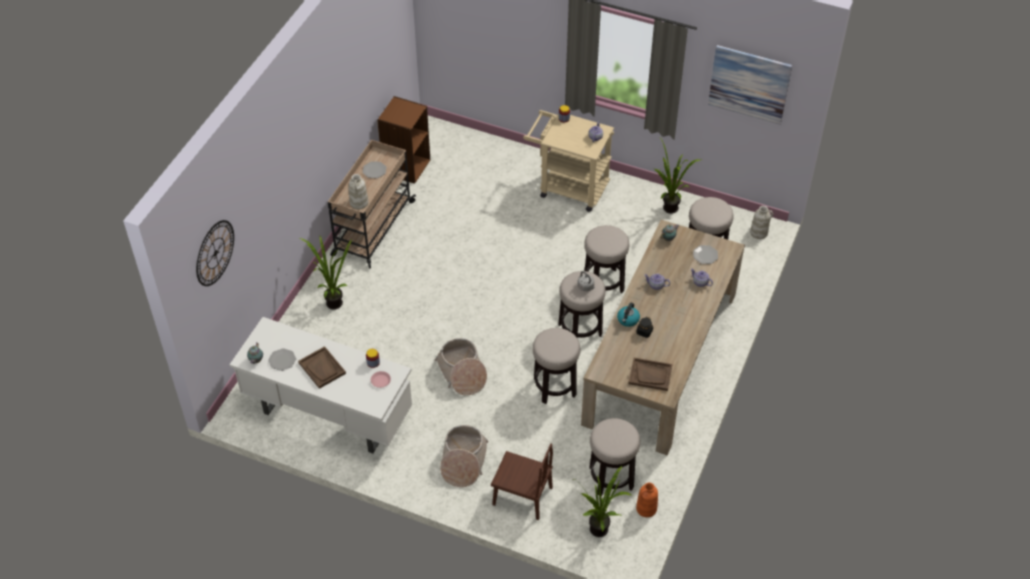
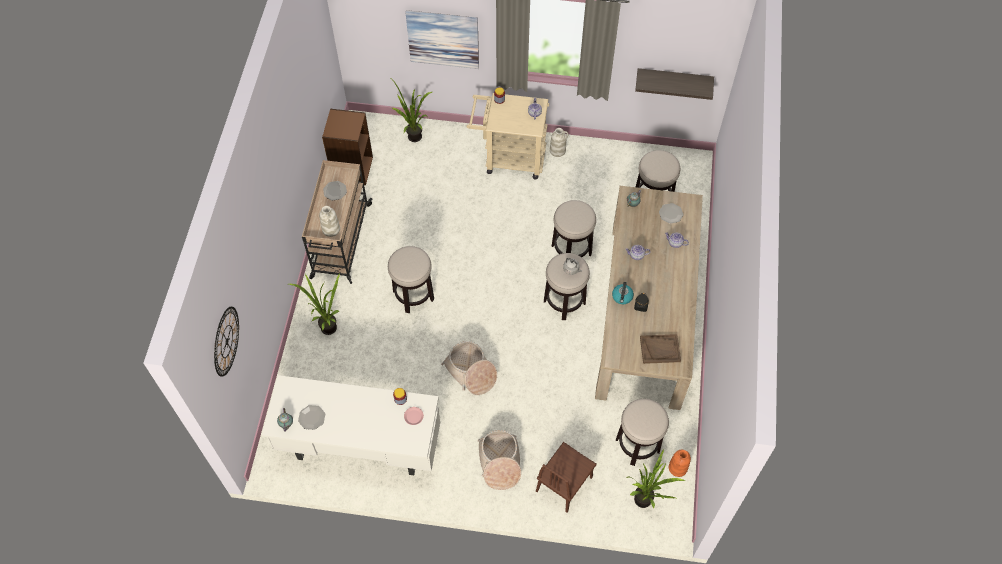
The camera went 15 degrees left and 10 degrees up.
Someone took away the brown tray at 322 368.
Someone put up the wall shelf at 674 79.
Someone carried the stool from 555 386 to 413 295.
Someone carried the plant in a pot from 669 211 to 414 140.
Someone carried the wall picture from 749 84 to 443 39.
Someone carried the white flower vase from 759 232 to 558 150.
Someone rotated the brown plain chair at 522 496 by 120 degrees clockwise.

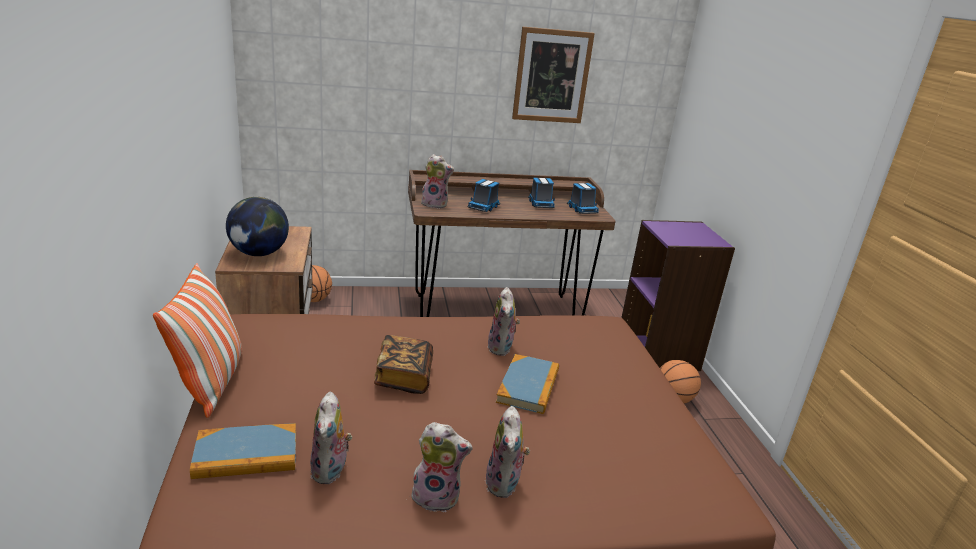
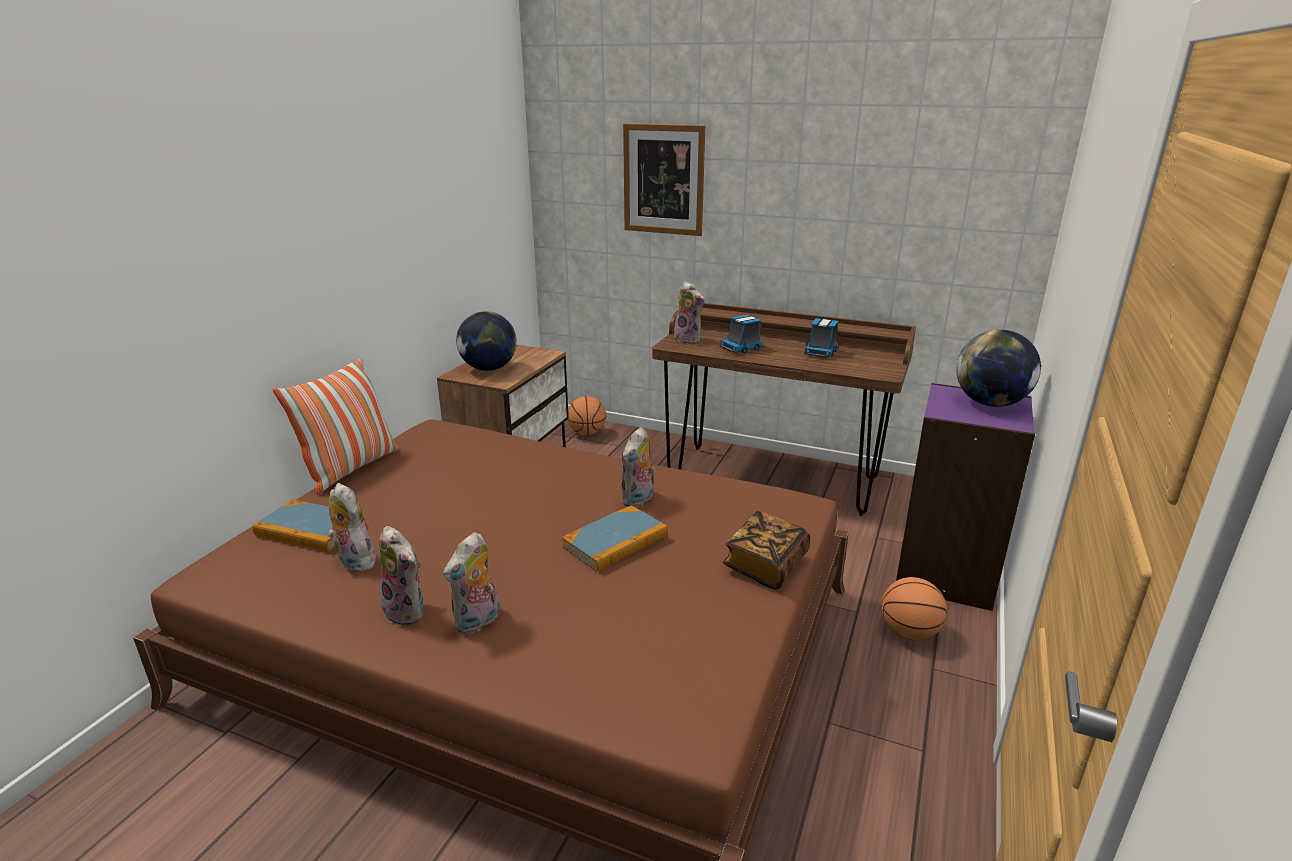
The camera went 35 degrees right and 0 degrees up.
Someone took away the toy truck at 581 209.
Someone put down the desk globe at 990 403.
Someone carried the book from 404 377 to 765 565.
Someone carried the wall picture from 552 76 to 663 180.
Someone rotated the cuddly toy at 331 471 by 105 degrees clockwise.

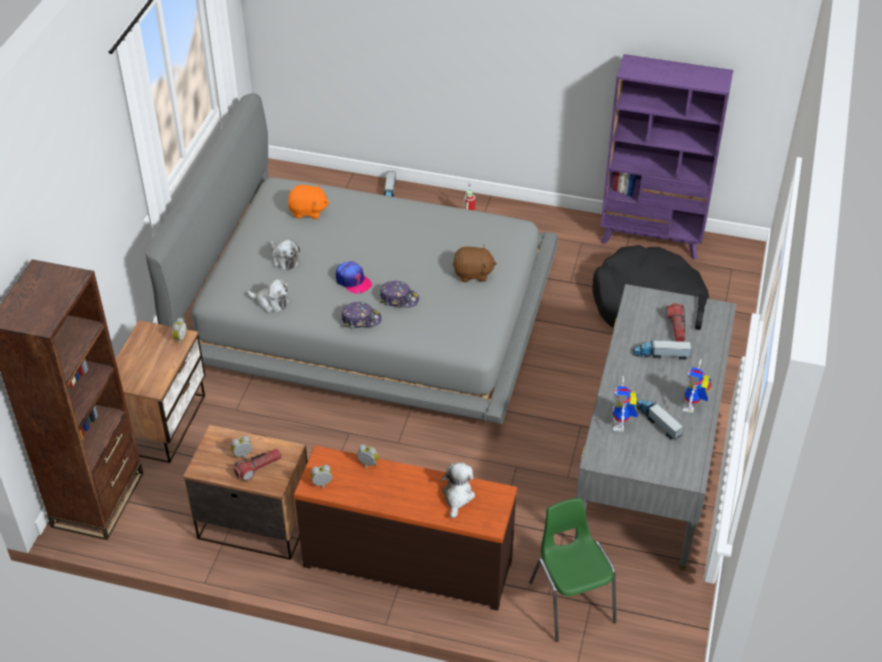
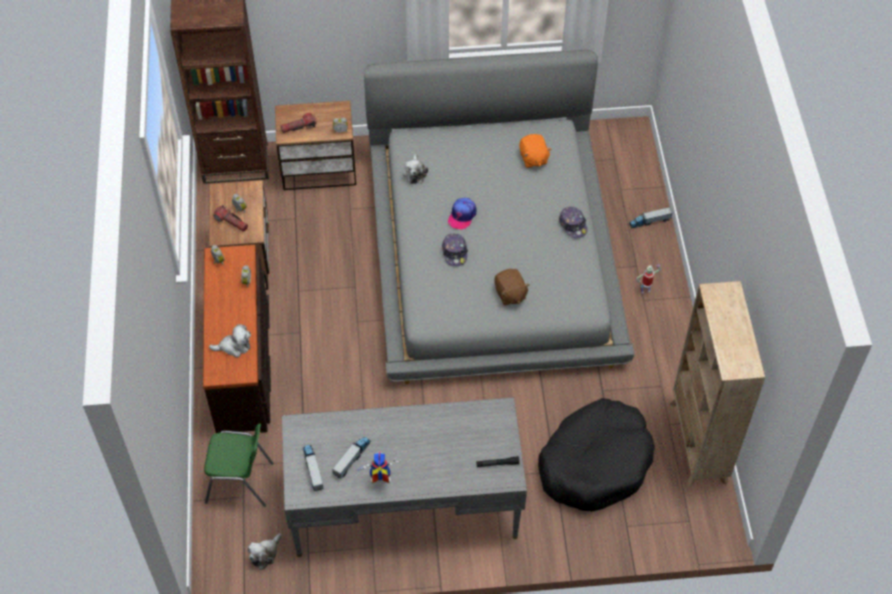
The camera went 70 degrees right and 10 degrees up.
Someone took away the model robot at 622 425.
Someone carried the cuddly toy from 284 259 to 265 554.
Someone carried the peaked cap from 361 319 to 573 225.
Someone carried the toy truck from 661 354 to 313 469.
Someone carried the hand torch from 676 327 to 299 127.
Someone repainted the purple bookcase at 652 239, which became the beige-coloured bookcase at 697 442.
Someone rotated the green plain chair at 571 601 by 45 degrees clockwise.

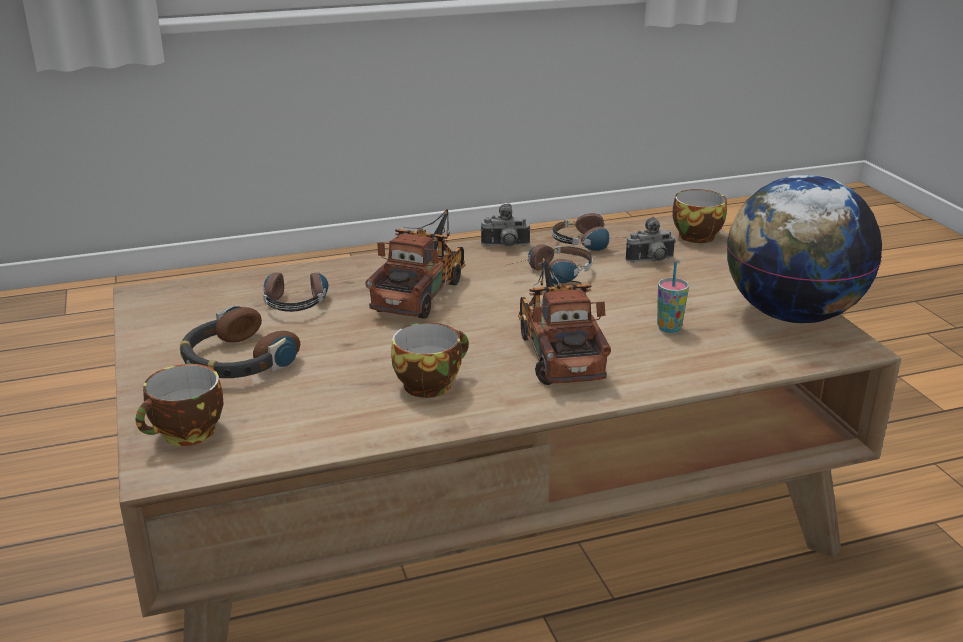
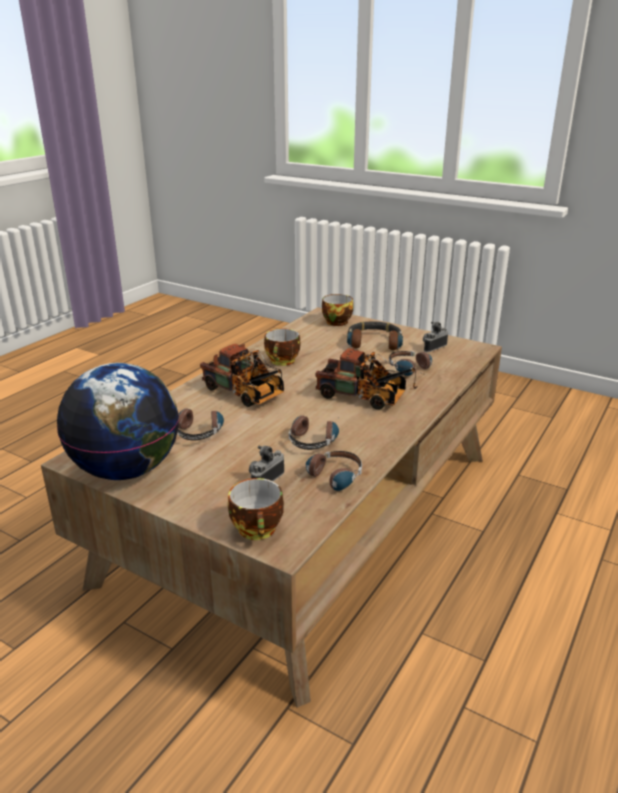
The camera went 140 degrees right and 0 degrees up.
Someone carried the photo camera from 505 246 to 432 347.
Someone swapped the cup at 669 328 for the headset at 200 429.
Someone rotated the toy truck at 422 291 by 45 degrees counterclockwise.

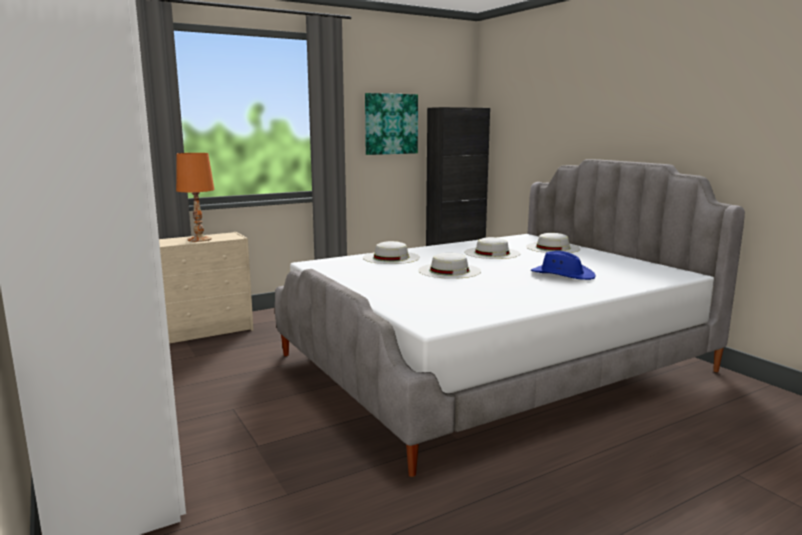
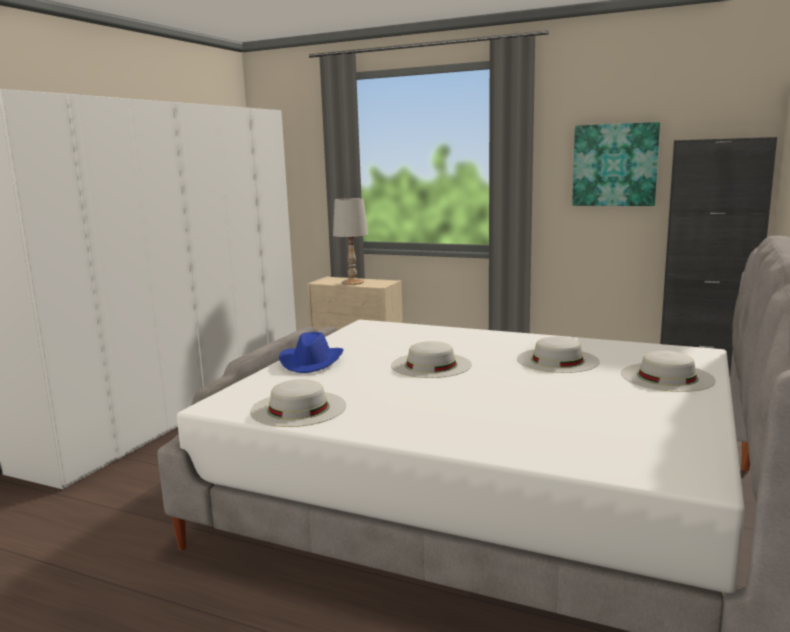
The camera went 55 degrees right and 0 degrees up.
Someone carried the white hat from 391 257 to 298 408.
Someone carried the bluish hat from 562 275 to 312 362.
Someone repainted the orange lamp for a table at 199 239, which became the white lamp for a table at 352 282.

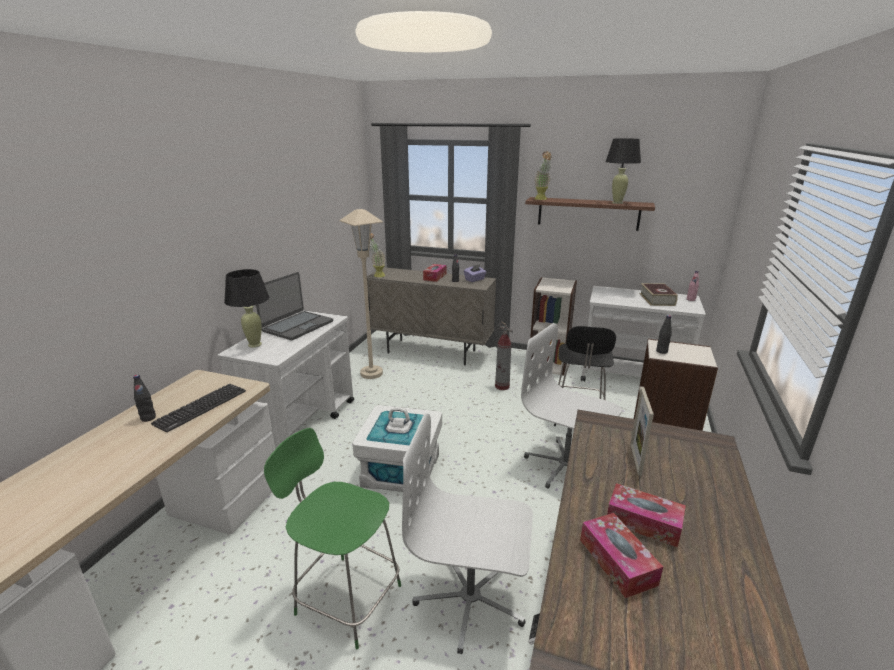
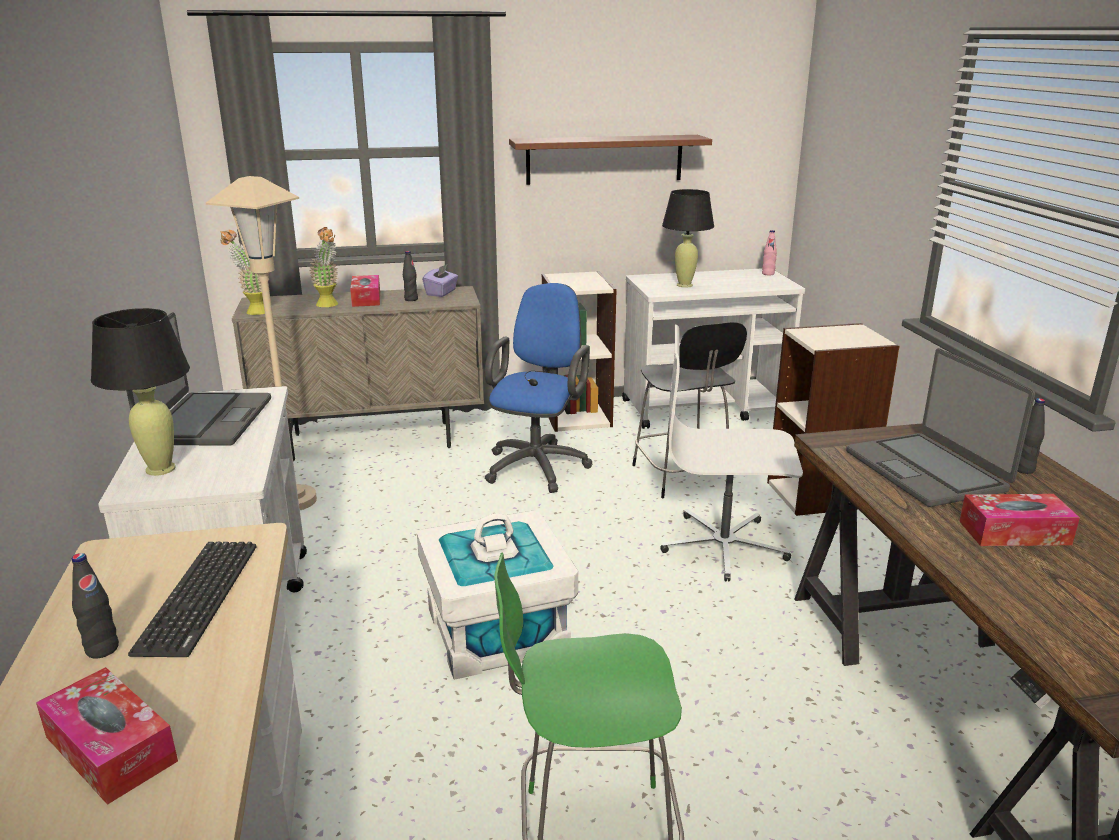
The camera went 30 degrees left and 0 degrees up.
Someone took away the white computer chair at 470 600.
Someone took away the book at 657 299.
Someone carried the plant in a pot from 541 199 to 329 305.
Someone carried the tissue holder from 617 561 to 111 749.
Someone carried the black-coloured lamp for a table from 617 203 to 684 285.
Someone carried the black-coloured beverage bottle from 661 351 to 1023 469.
Someone swapped the fire-fighting cylinder at 502 386 for the bluish computer chair at 539 464.
Someone swapped the picture frame at 635 459 for the portable computer at 926 471.

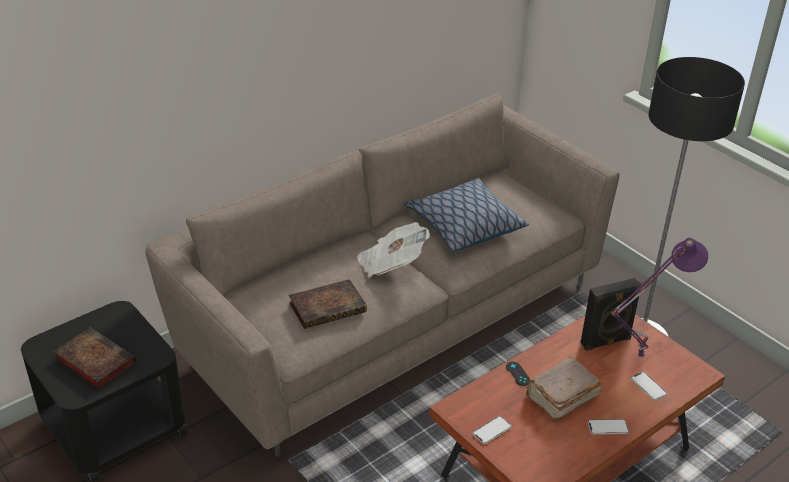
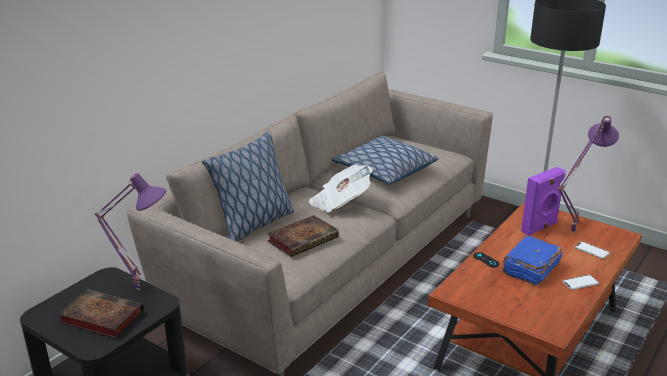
The camera went 15 degrees left and 10 degrees down.
Someone took away the handset at 492 430.
Someone put down the purple lamp for a table at 140 288.
Someone put down the throw pillow at 253 225.
Someone repainted the brown book at 560 397, which became the bluish book at 530 269.
Someone repainted the black-coloured speaker at 606 342, which became the purple speaker at 540 228.

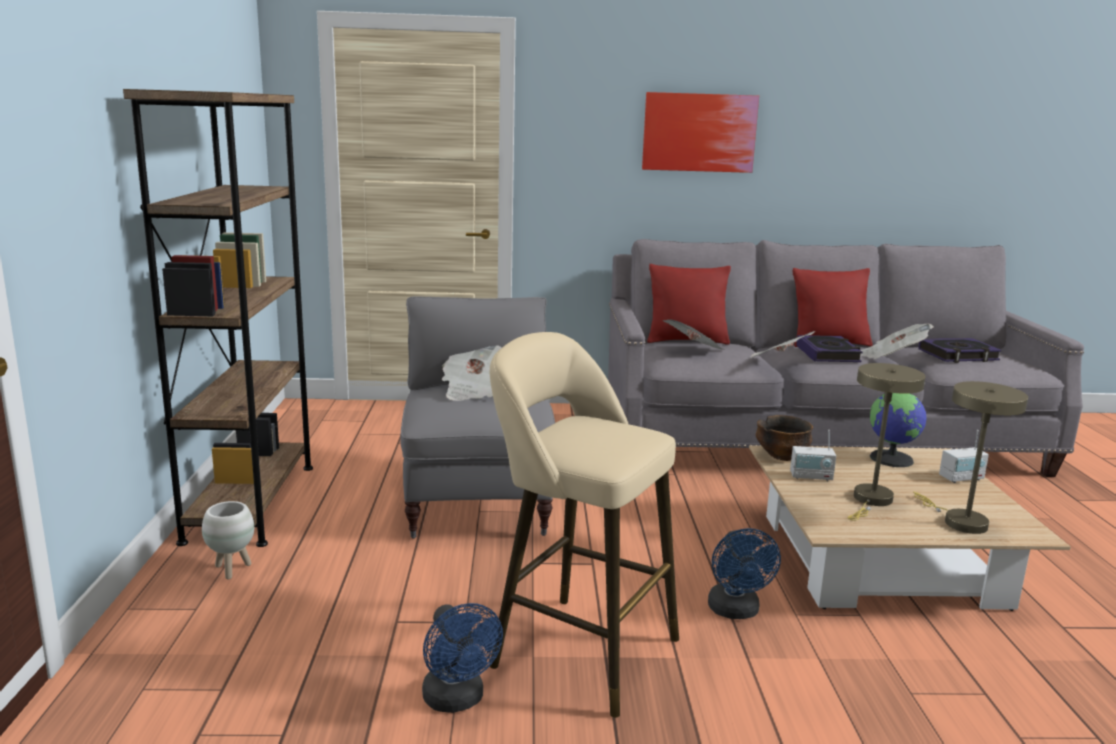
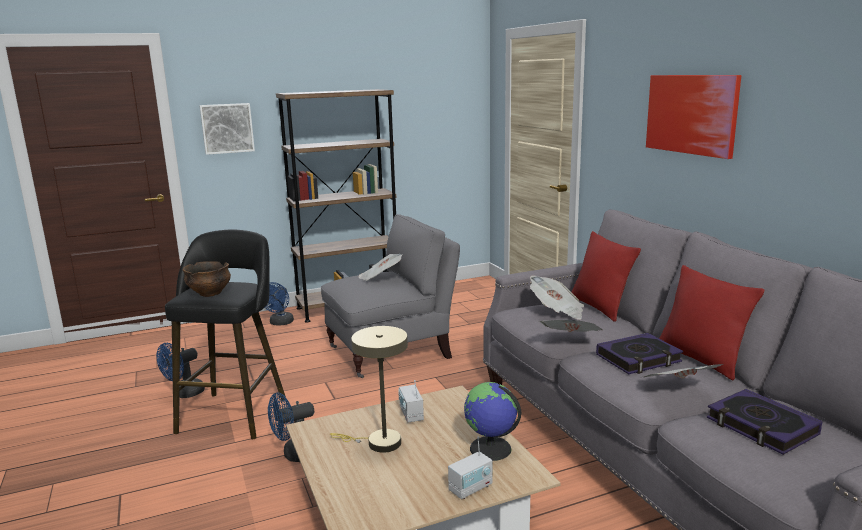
The camera went 70 degrees right and 0 degrees up.
Someone took away the beige-coloured lamp for a table at 959 521.
Someone put up the wall picture at 227 128.
Someone carried the serving bowl from 782 456 to 210 293.
Someone swapped the white planter at 232 570 for the bluish fan at 280 323.
Someone repainted the beige-coloured stool at 576 649, which became the black-coloured stool at 235 412.
Someone rotated the radio at 961 478 by 90 degrees counterclockwise.

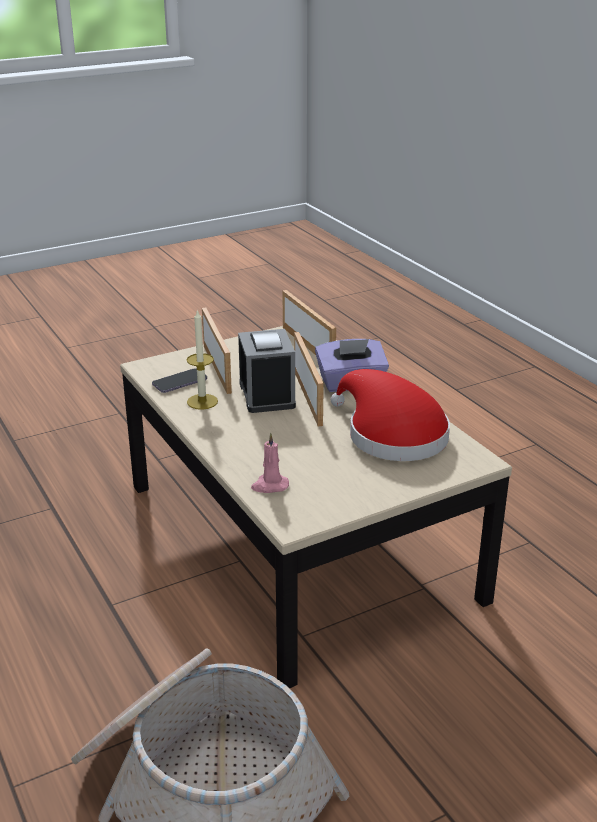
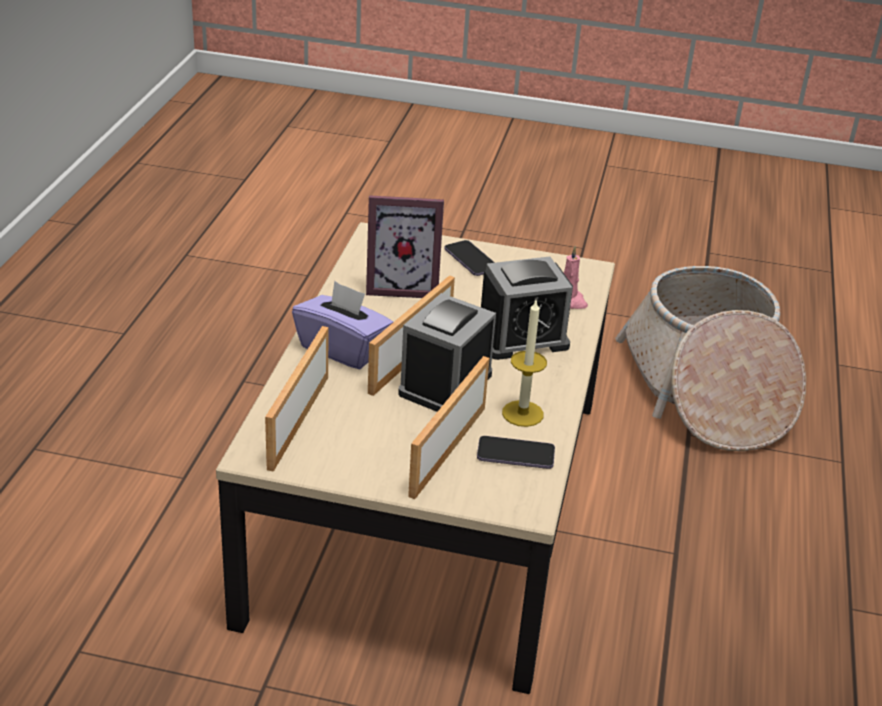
The camera went 140 degrees left and 5 degrees up.
Someone put down the handset at 471 260.
Someone put down the bedside clock at 522 338.
Someone swapped the reddish hat at 391 434 for the picture frame at 402 286.

